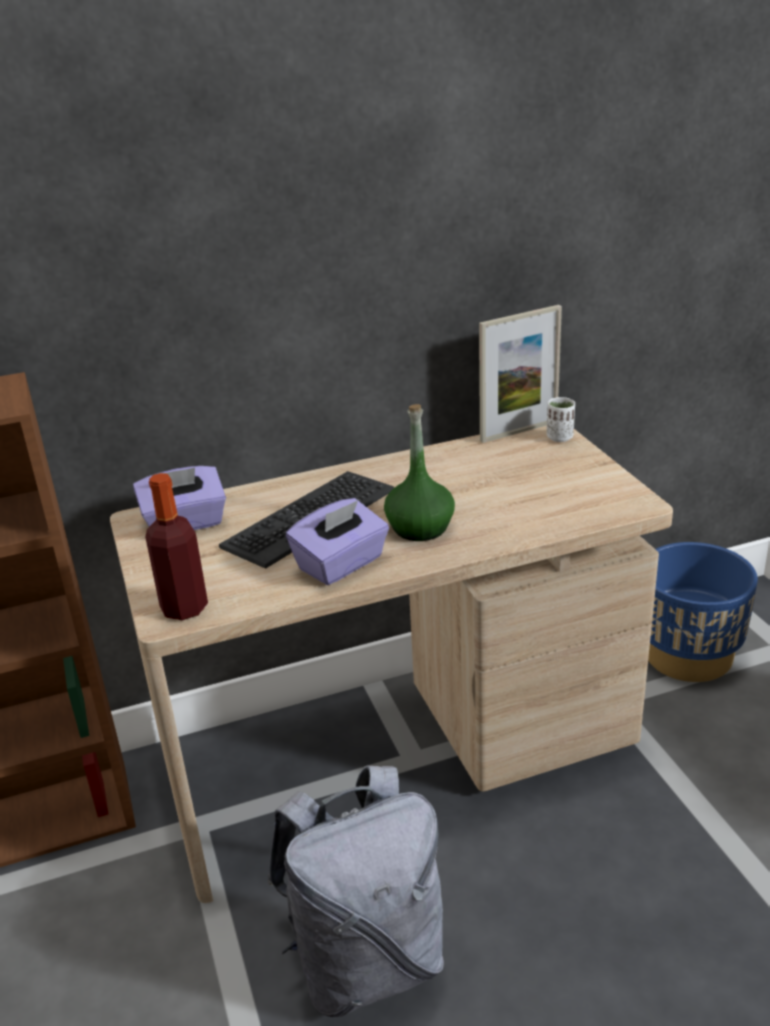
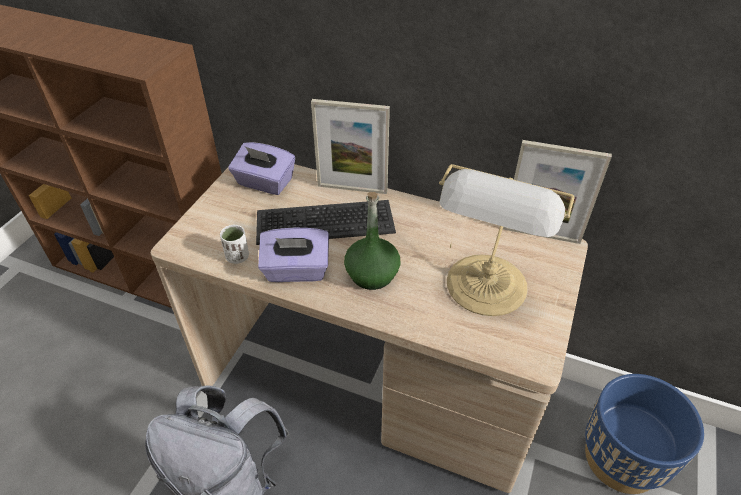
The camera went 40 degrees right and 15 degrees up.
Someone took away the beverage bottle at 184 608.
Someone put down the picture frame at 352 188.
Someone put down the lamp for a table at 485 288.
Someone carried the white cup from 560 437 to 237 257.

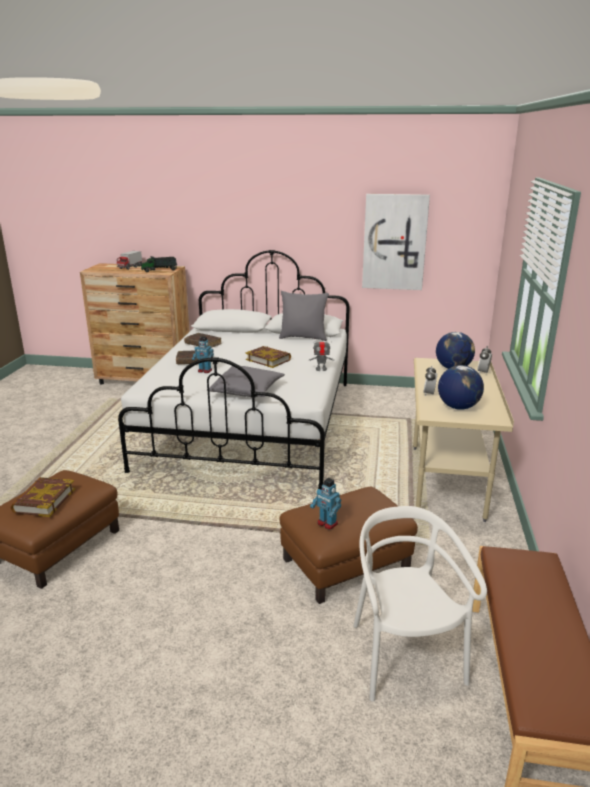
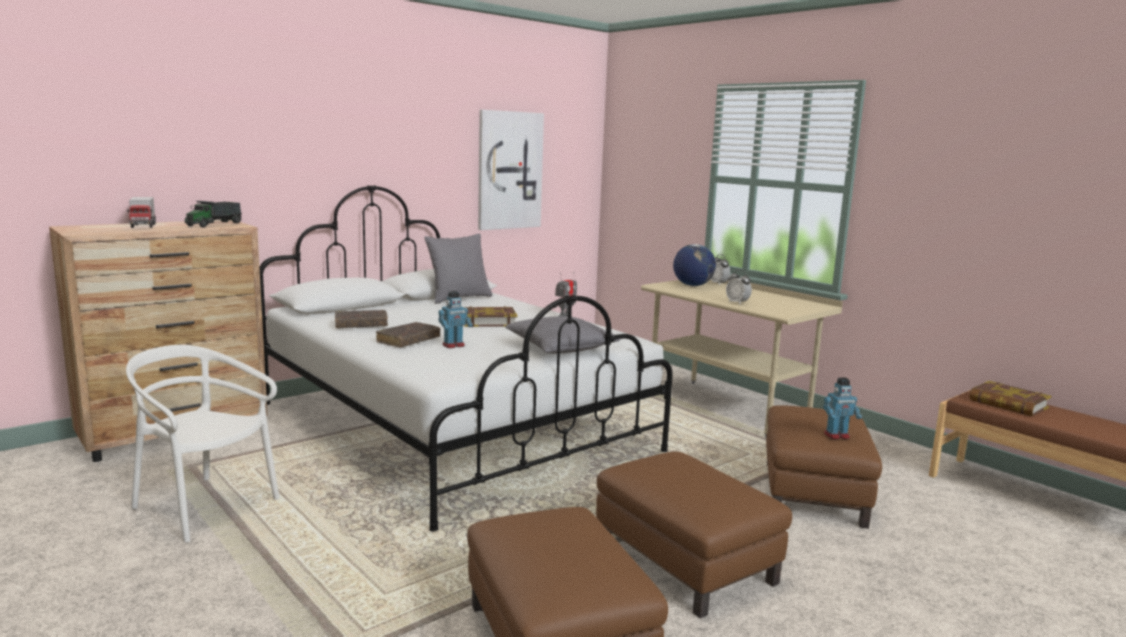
The camera went 50 degrees left and 10 degrees down.
Someone took away the desk globe at 458 407.
Someone put down the brown ottoman at 684 562.
Someone carried the book from 44 500 to 1008 404.
Someone carried the white plain chair from 404 656 to 204 506.

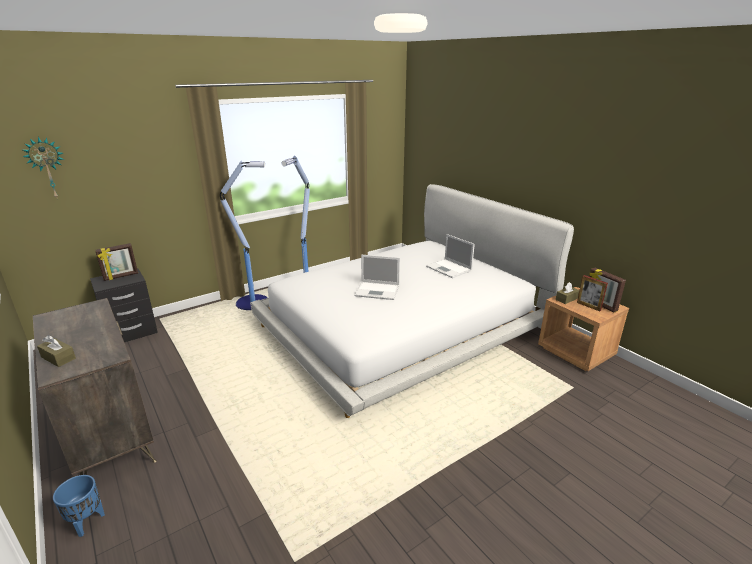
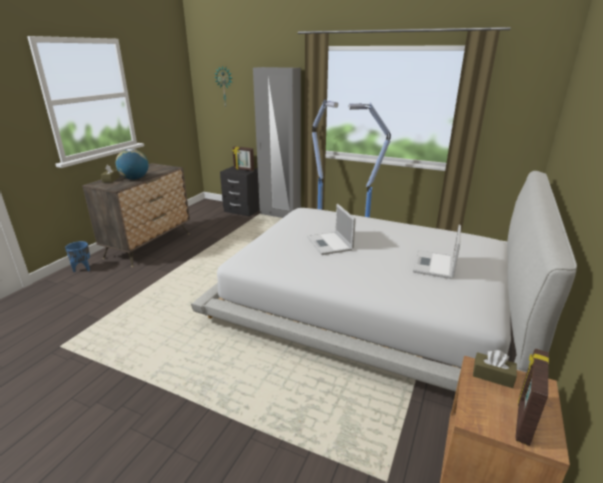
The camera went 60 degrees right and 0 degrees up.
Someone took away the picture frame at 588 306.
Someone put down the desk globe at 135 179.
Someone put down the gray wardrobe at 280 215.

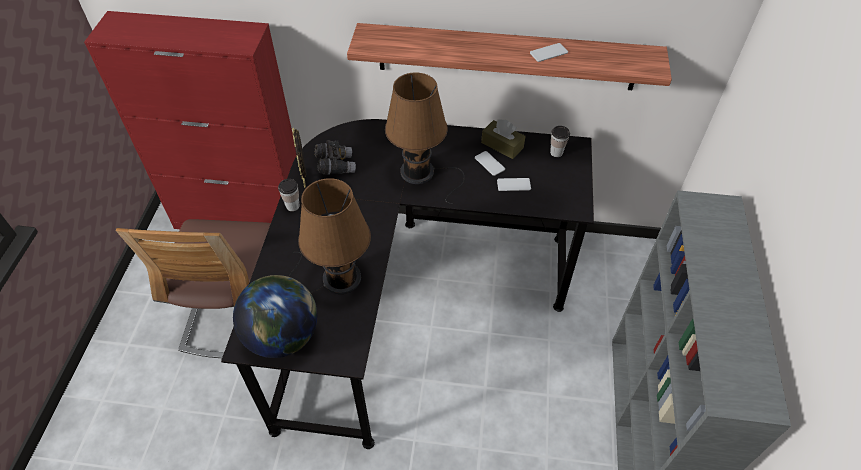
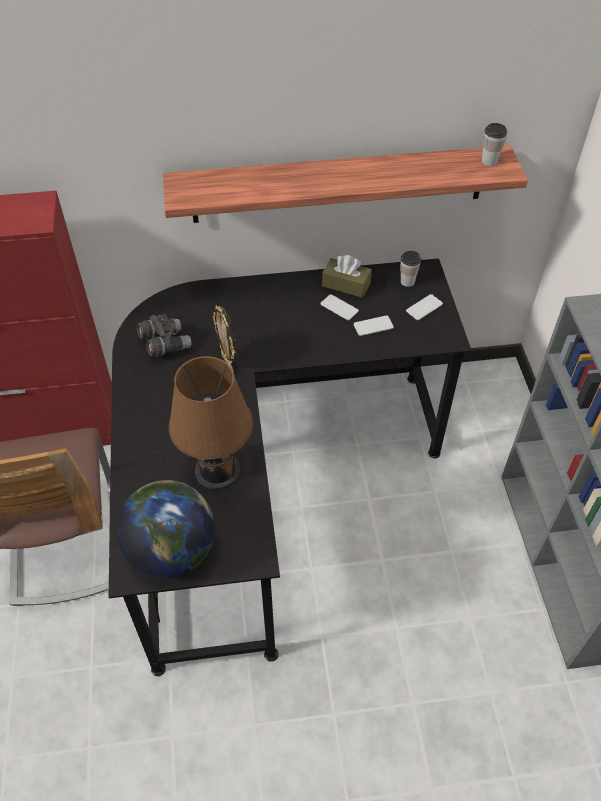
The camera went 15 degrees left and 0 degrees up.
Someone took away the brown lamp for a table at 421 173.
Someone carried the cup from 292 206 to 489 161.
Someone carried the picture frame from 305 179 to 228 363.
Someone carried the handset from 548 53 to 424 307.

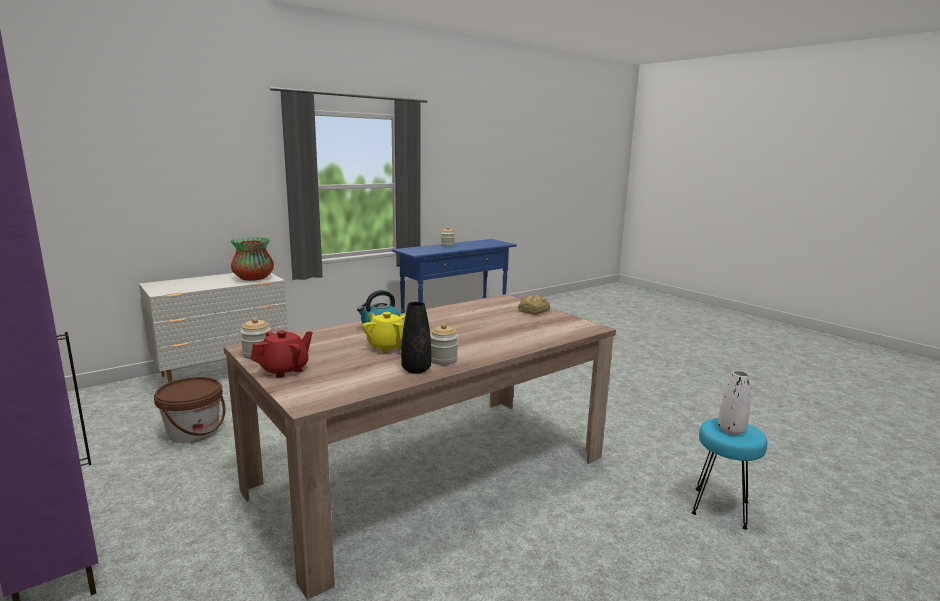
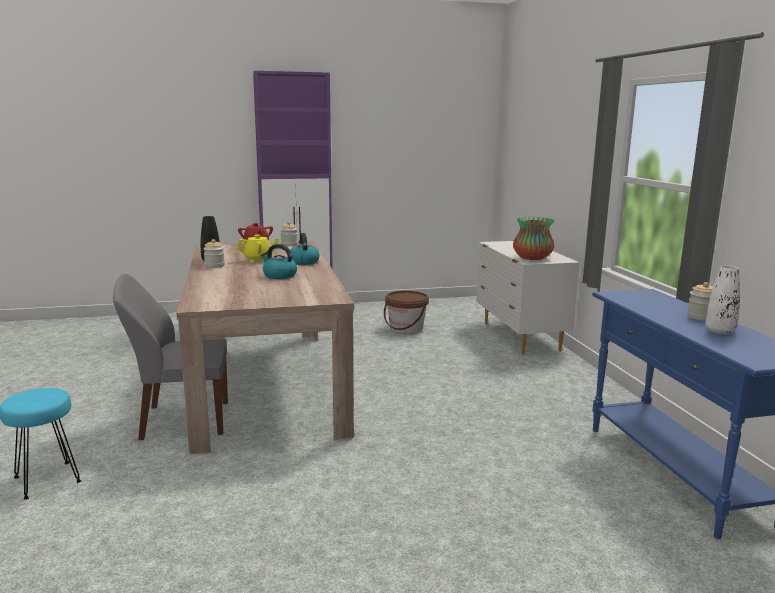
The camera went 115 degrees right and 0 degrees up.
Someone took away the bread at 533 311.
Someone put down the gray plain chair at 182 420.
Someone put down the tea kettle at 279 276.
Someone carried the white flower vase from 731 430 to 719 331.

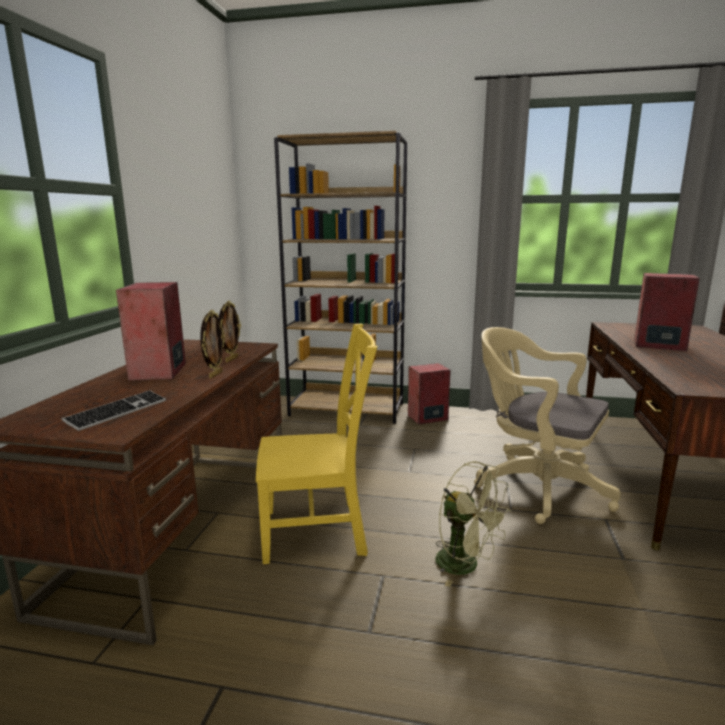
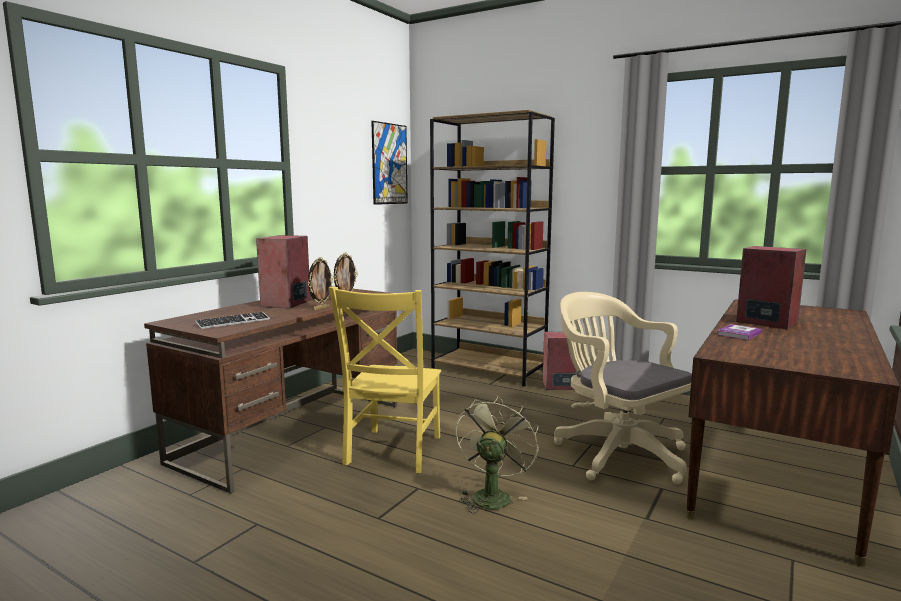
The camera went 20 degrees right and 5 degrees down.
Someone put up the wall picture at 389 164.
Someone put down the book at 739 333.
Someone rotated the yellow-coloured plain chair at 319 531 by 90 degrees clockwise.
Someone rotated the green fan at 466 565 by 135 degrees counterclockwise.

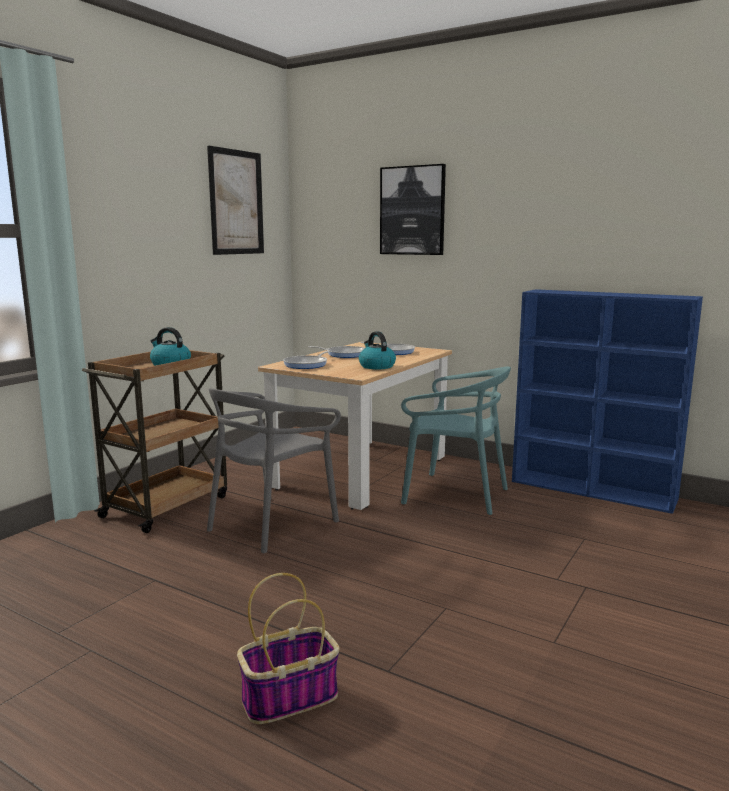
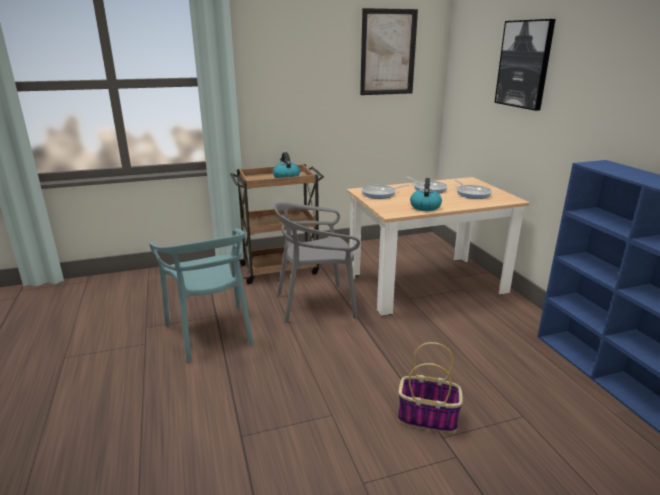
The camera went 40 degrees right and 10 degrees up.
Someone carried the household basket from 290 697 to 428 417.
Someone carried the turquoise plain chair from 455 494 to 211 332.

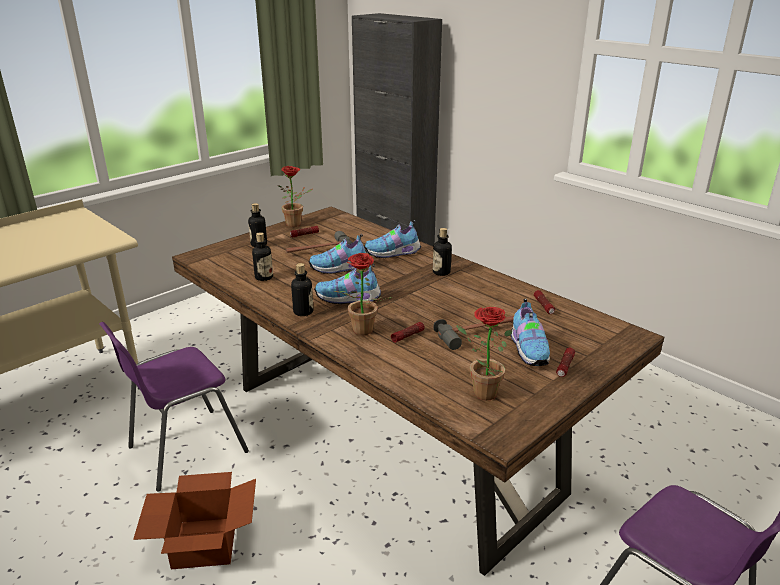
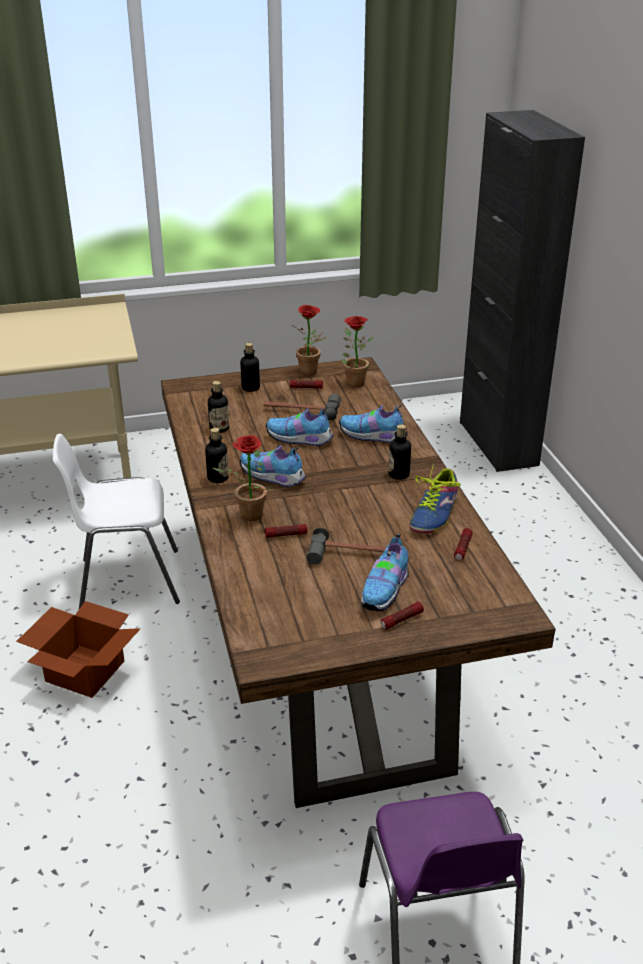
The camera went 30 degrees right and 5 degrees up.
Someone put down the shoe at 434 513.
Someone carried the plant in a pot from 479 392 to 352 382.
Someone repainted the purple plain chair at 184 450, which became the white plain chair at 127 580.

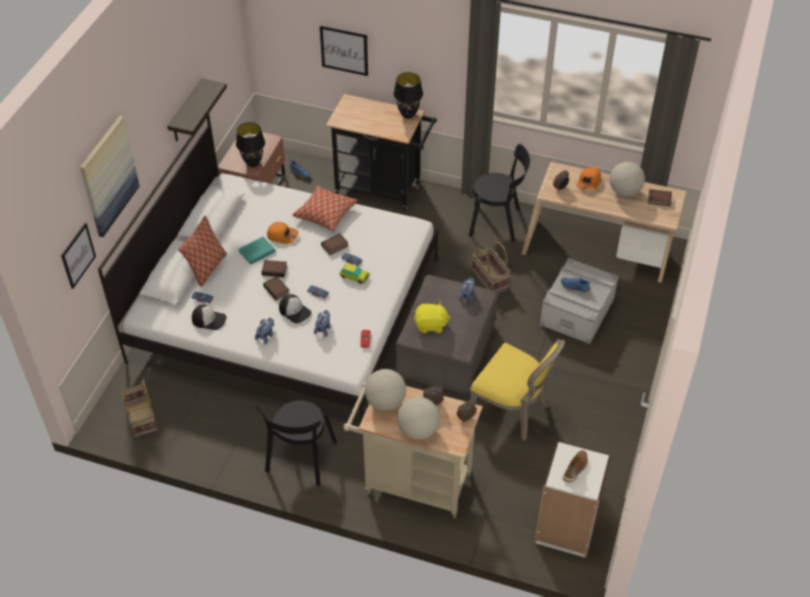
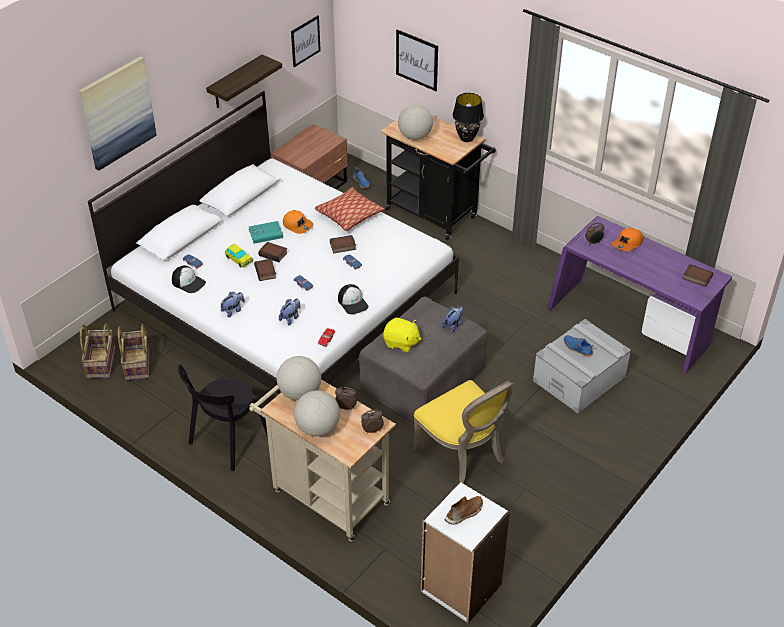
The camera went 20 degrees right and 5 degrees down.
Someone took away the throw pillow at 207 268.
Someone took away the black-coloured lamp for a table at 253 163.
Someone took away the black-coloured plain chair at 497 223.
Someone carried the wall picture from 78 255 to 305 41.
Someone carried the peaked cap from 295 311 to 353 302.
Someone carried the miniature car from 354 277 to 239 259.
Someone carried the household basket from 491 278 to 138 364.
Someone carried the desk globe from 624 191 to 415 136.
Someone repainted the beige-coloured desk unit at 596 253, which became the purple desk unit at 629 327.

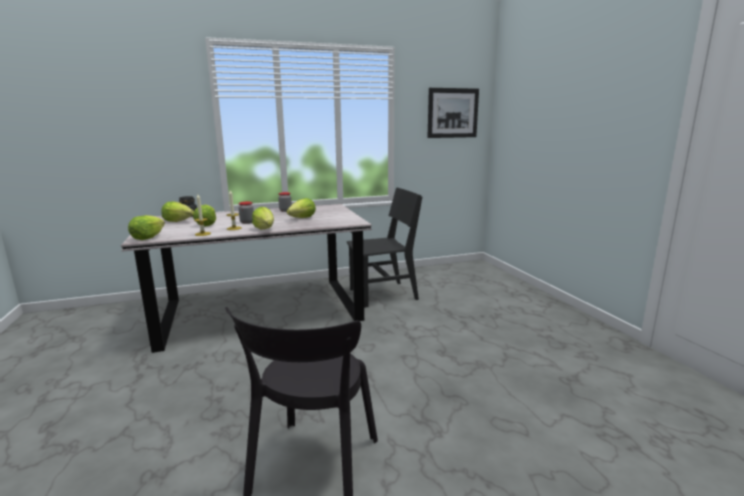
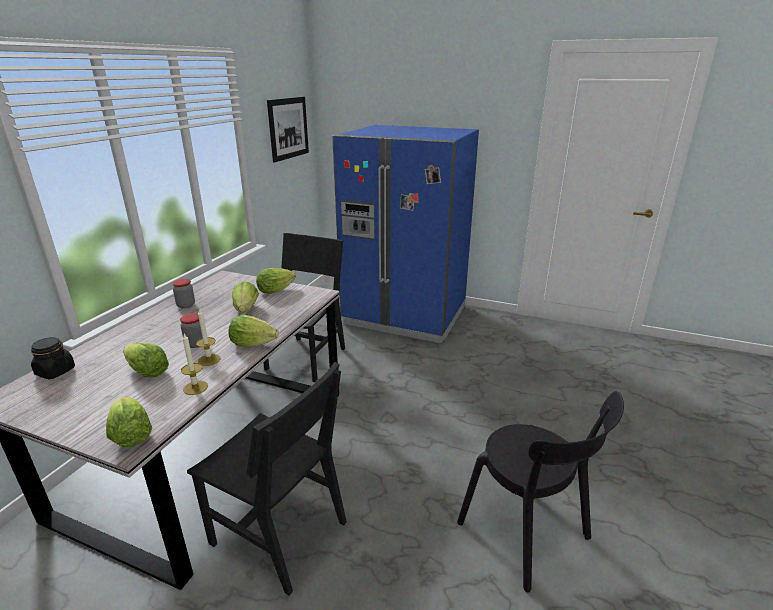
The camera went 50 degrees left and 10 degrees up.
Someone put down the black-coloured plain chair at 278 533.
Someone put down the bluish kitchen fridge at 405 315.
Someone carried the lettuce from 178 221 to 275 290.

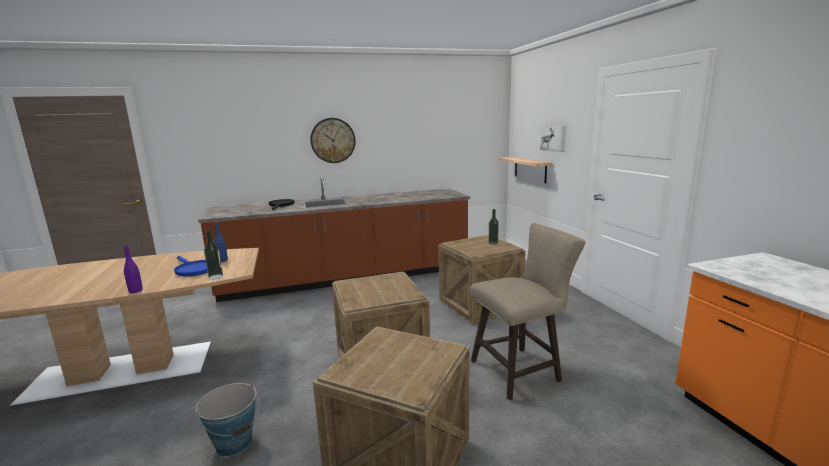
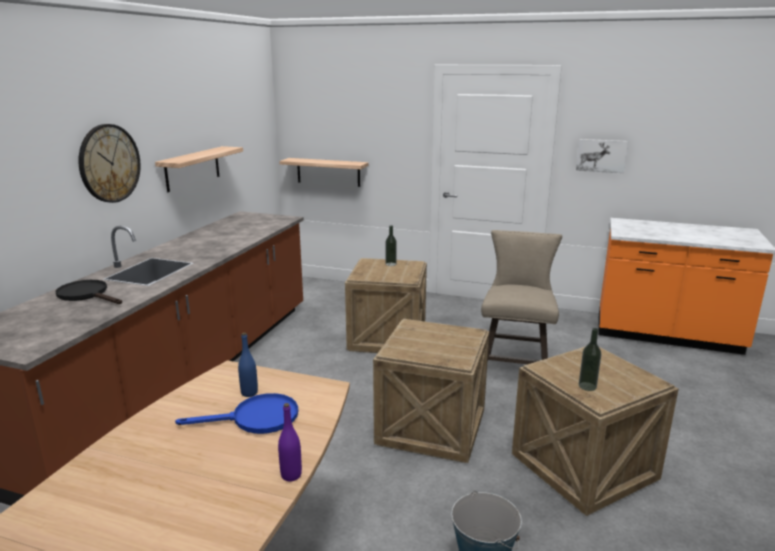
The camera went 55 degrees left and 5 degrees up.
Someone put up the wall shelf at 192 168.
Someone carried the beverage bottle from 215 277 to 587 386.
Someone carried the wall picture from 553 138 to 601 155.

